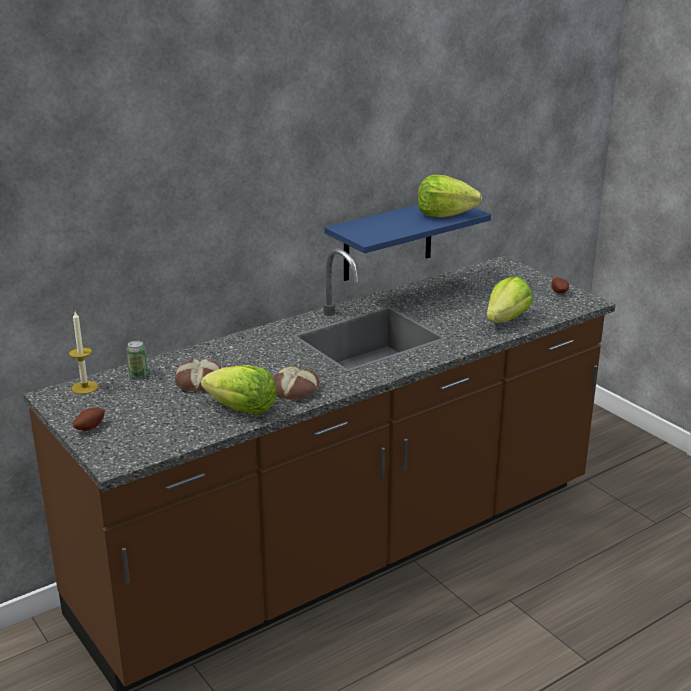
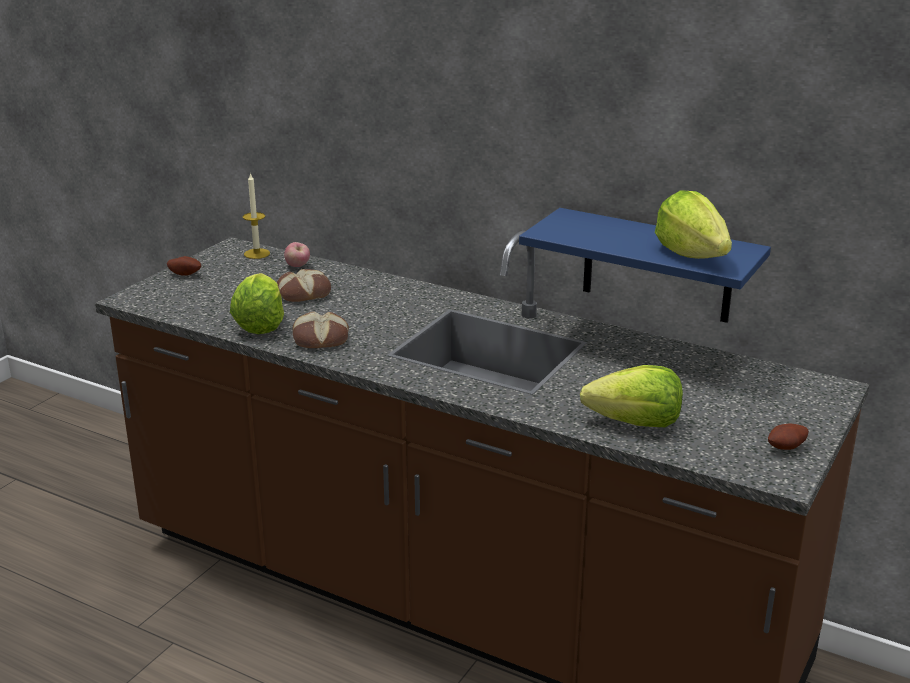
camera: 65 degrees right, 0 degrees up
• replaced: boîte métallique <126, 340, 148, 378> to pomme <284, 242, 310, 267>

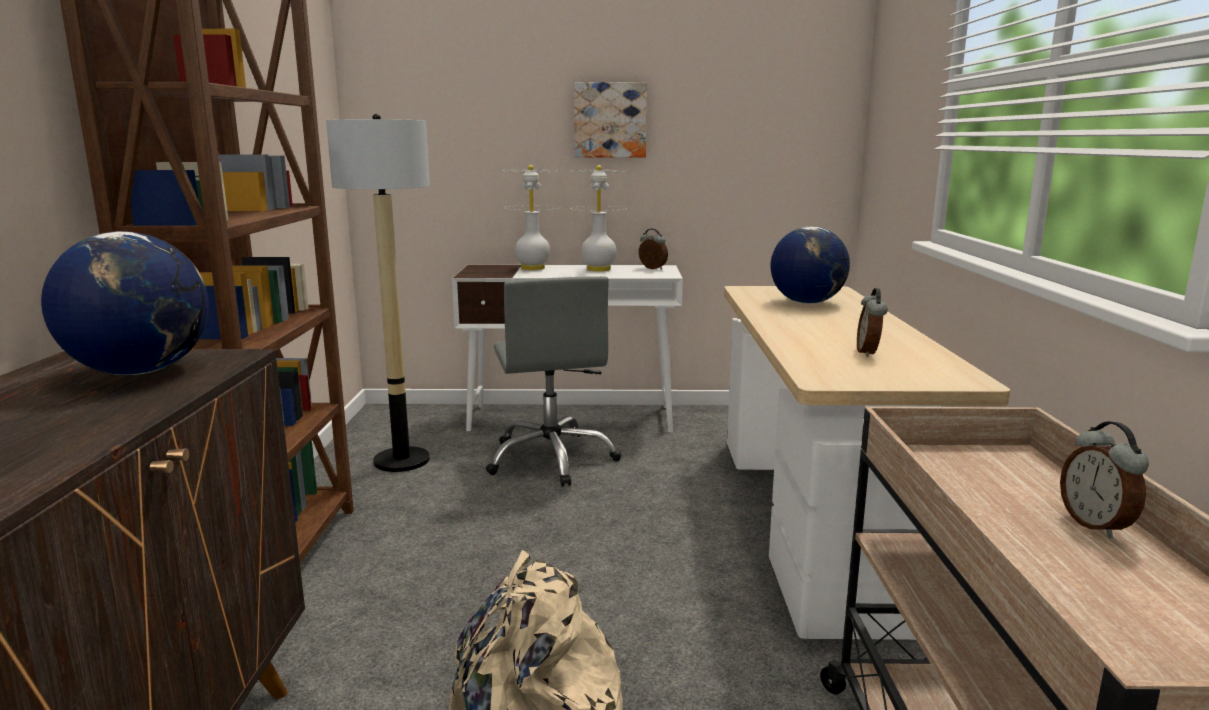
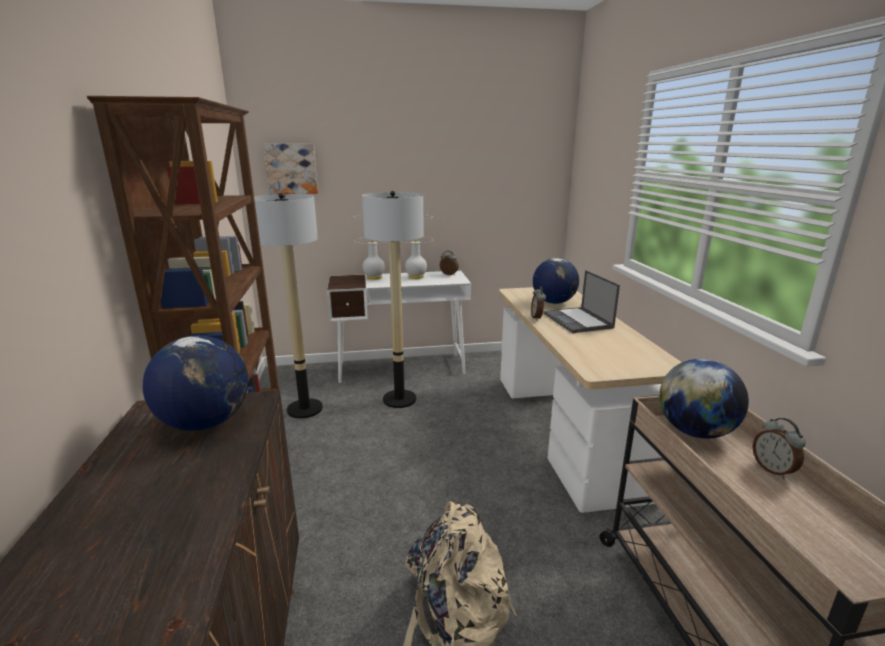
camera: 10 degrees left, 5 degrees up
• replaced: chaise de bureau/gris <486, 276, 621, 487> to lampadaire <362, 191, 424, 408>
• moved: tableau <574, 82, 647, 157> to <263, 144, 318, 194>
• moved: réveil <857, 288, 888, 357> to <531, 286, 546, 320>
• added: ordinateur portable <543, 270, 620, 333>
• added: globe <659, 359, 749, 439>

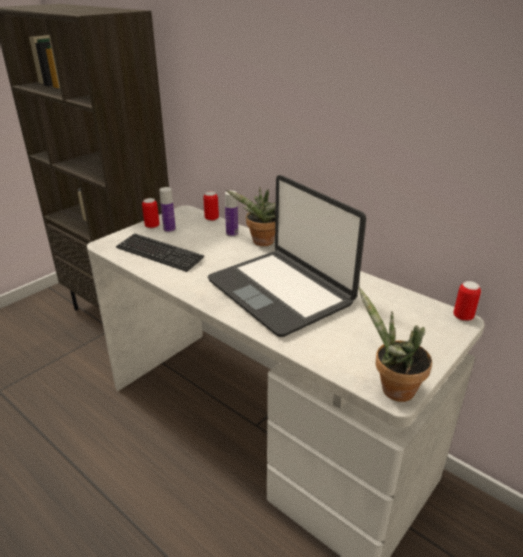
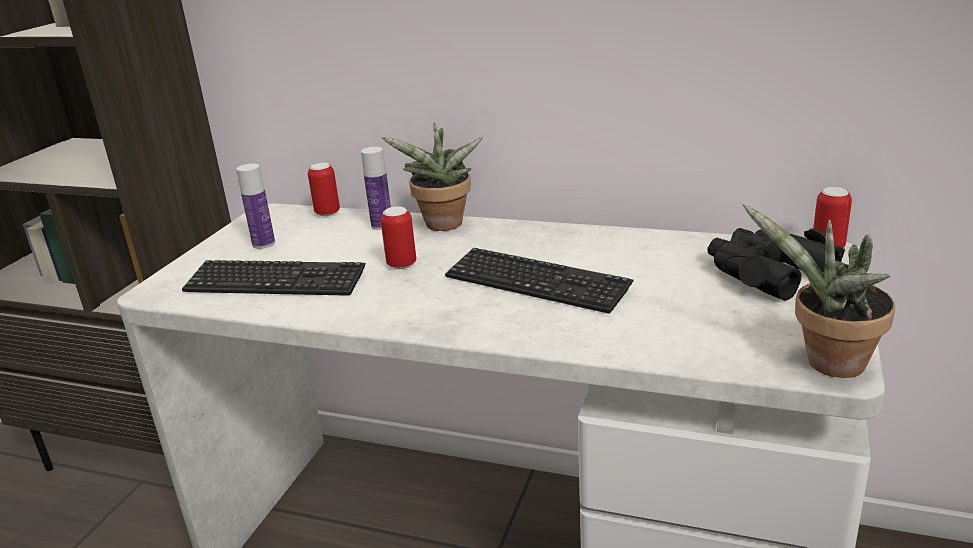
camera: 20 degrees left, 5 degrees down
• moved: boîte métallique <142, 198, 160, 229> to <380, 206, 416, 269>
• replaced: ordinateur portable <208, 175, 366, 337> to clavier <445, 248, 633, 314>
• added: jumelles/noir <708, 228, 845, 301>

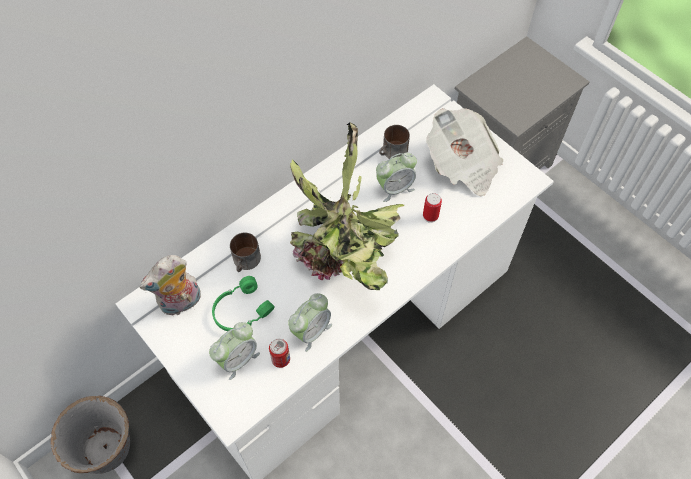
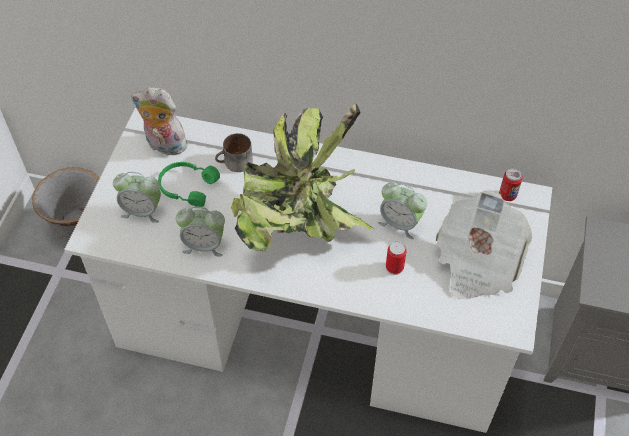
camera: 55 degrees right, 5 degrees down
• moved: boîte métallique <269, 339, 290, 368> to <499, 168, 523, 201>
• removed: mug <379, 125, 410, 159>

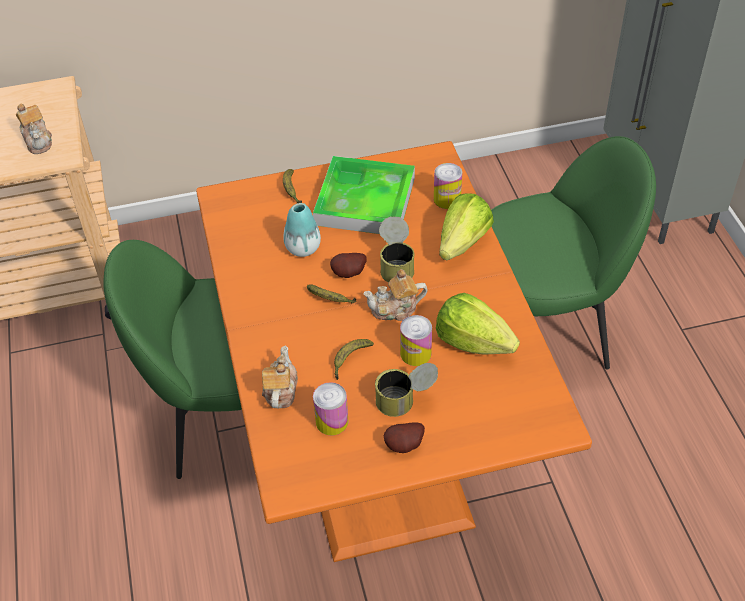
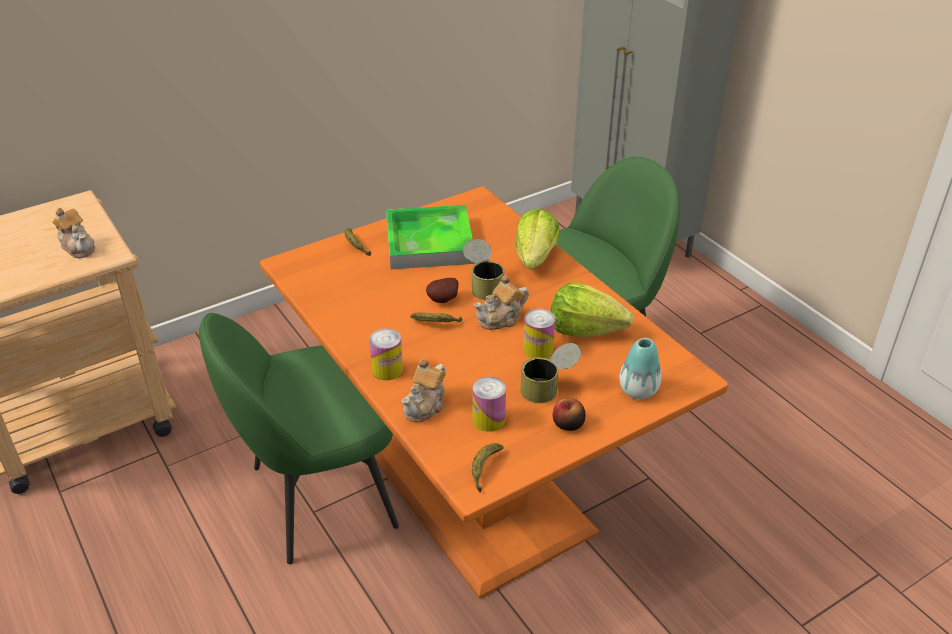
camera: 20 degrees left, 10 degrees down
• turned: théière <262, 345, 298, 409> = <402, 358, 446, 422> 135 degrees counterclockwise
• moved: vase <284, 203, 321, 257> to <619, 338, 661, 399>
• moved: banane <334, 339, 374, 380> to <472, 443, 504, 492>
• replaced: pomme de terre <384, 422, 425, 453> to pomme <553, 398, 586, 431>
• moved: boîte métallique <434, 163, 462, 209> to <369, 328, 403, 380>

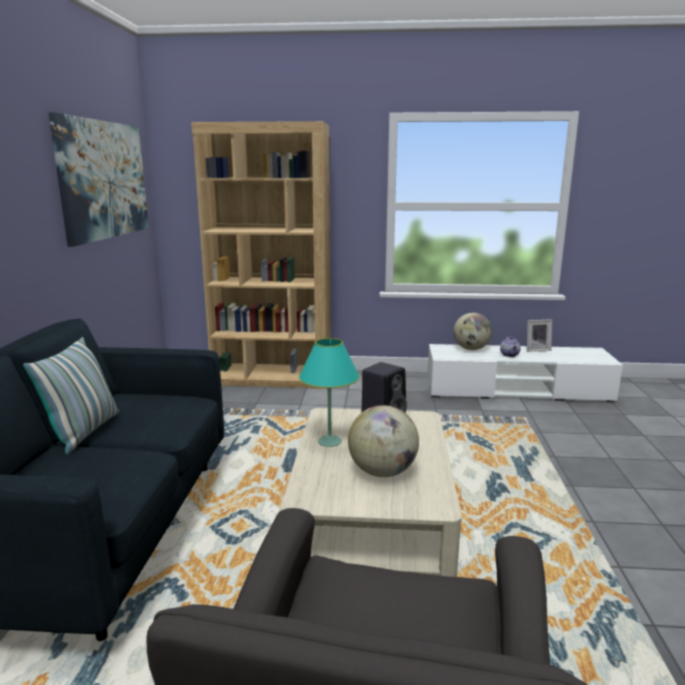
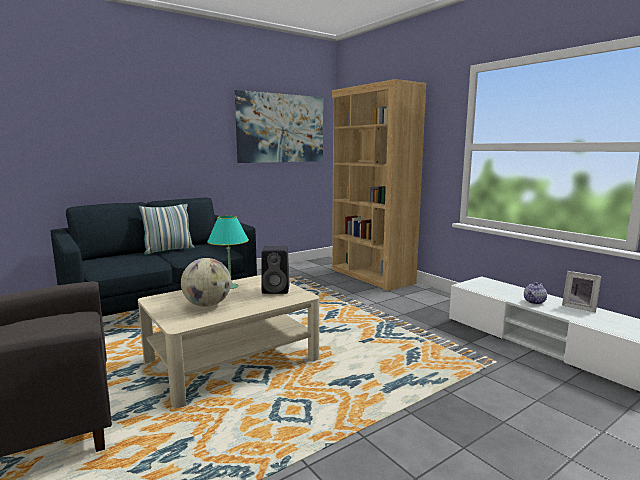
camera: 50 degrees right, 5 degrees down
• removed: globe <453, 313, 492, 350>

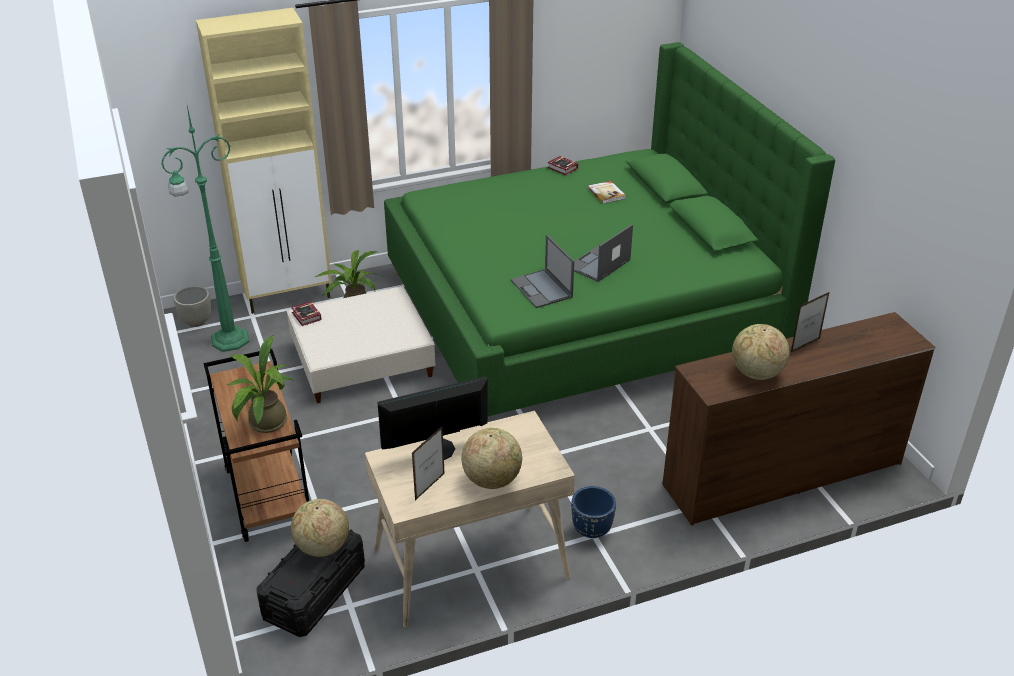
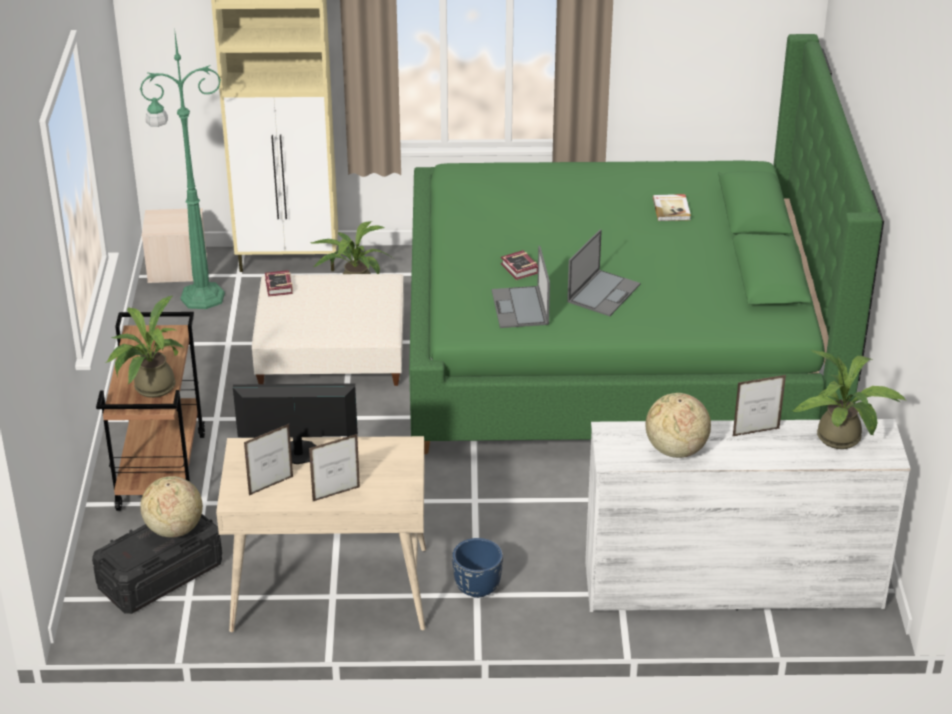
camera: 20 degrees right, 0 degrees up
• replaced: cache-pot/gris <173, 286, 211, 327> to boîte de rangement/beige <142, 208, 207, 283>
• replaced: globe <461, 428, 522, 489> to cadre photo <309, 434, 360, 501>
• moved: livre <548, 156, 578, 175> to <501, 250, 538, 280>
• turned: ordinateur portable <574, 224, 633, 282> = <567, 229, 640, 316> 150 degrees clockwise
• recoloured: commode/marron <662, 312, 935, 526> to commode/blanc <585, 419, 911, 612>
• added: plante en pot <791, 349, 906, 449>

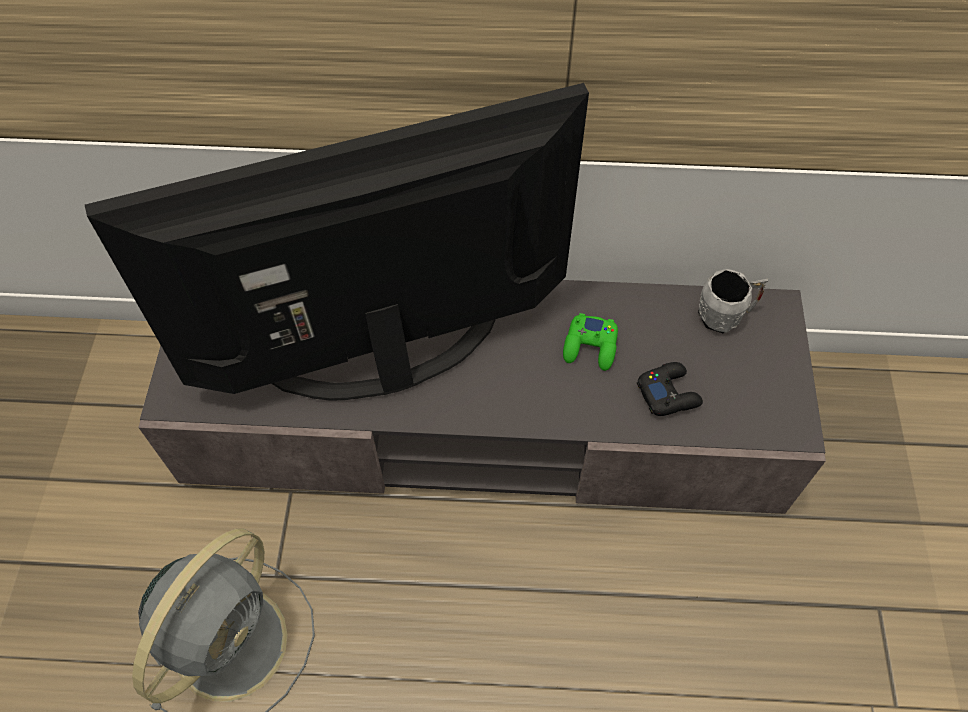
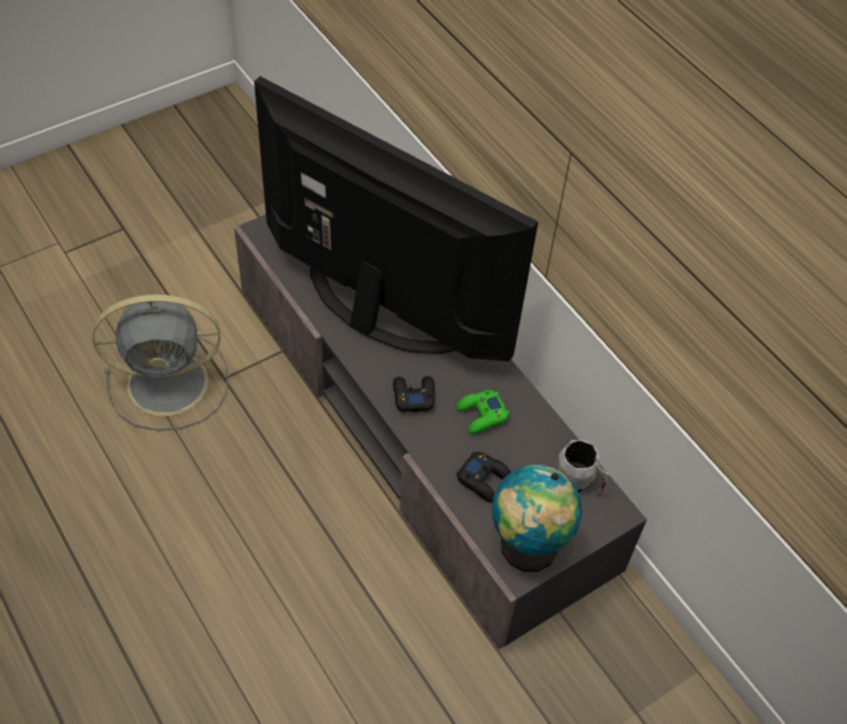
camera: 50 degrees right, 5 degrees down
• added: manette/noir <393, 376, 435, 412>
• added: globe <492, 464, 582, 572>

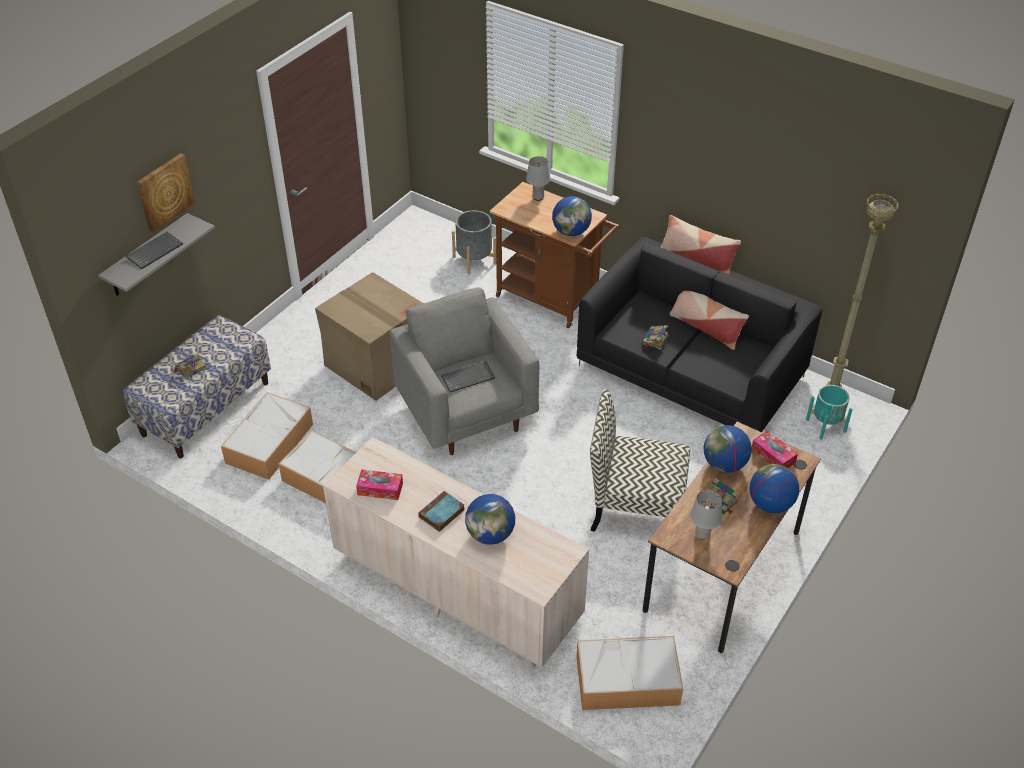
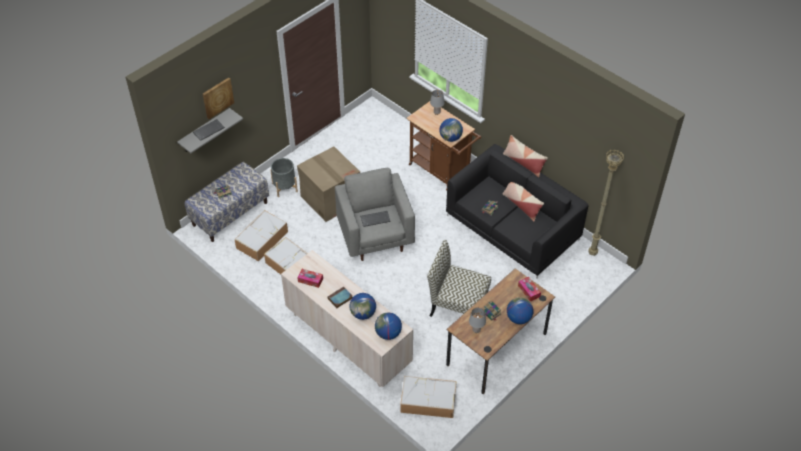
camera: 10 degrees right, 5 degrees up
• moved: cache-pot/gris <452, 210, 496, 274> to <270, 158, 298, 197>
• moved: globe <704, 425, 752, 473> to <375, 313, 402, 340>
• removed: cache-pot/turquoise <806, 385, 853, 439>

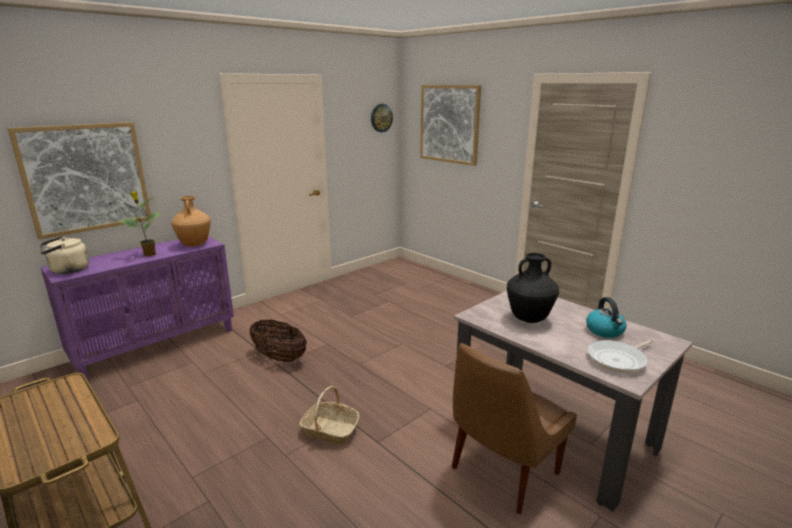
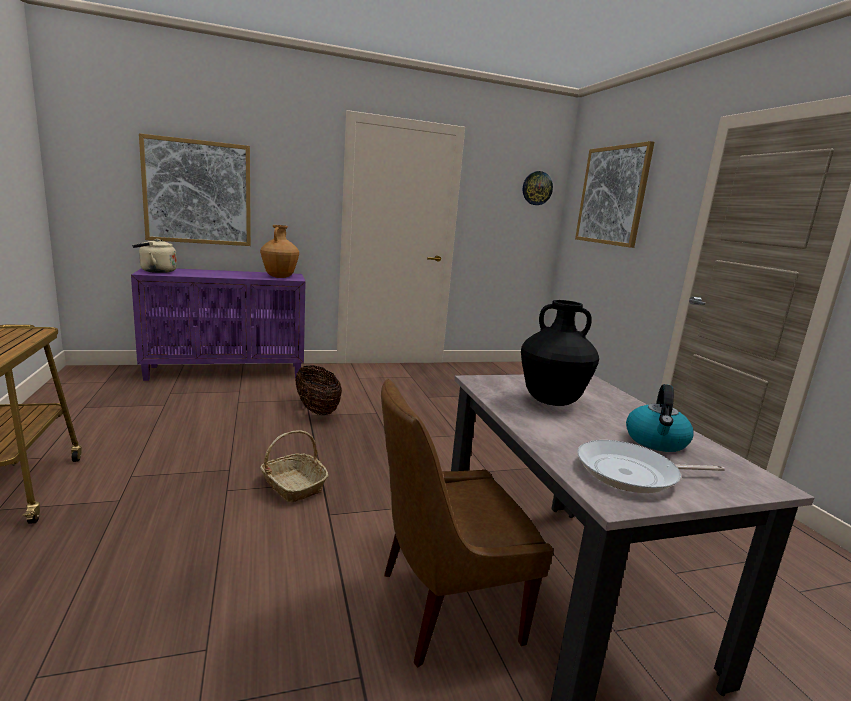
camera: 25 degrees right, 5 degrees down
• removed: plante en pot <119, 191, 163, 256>

